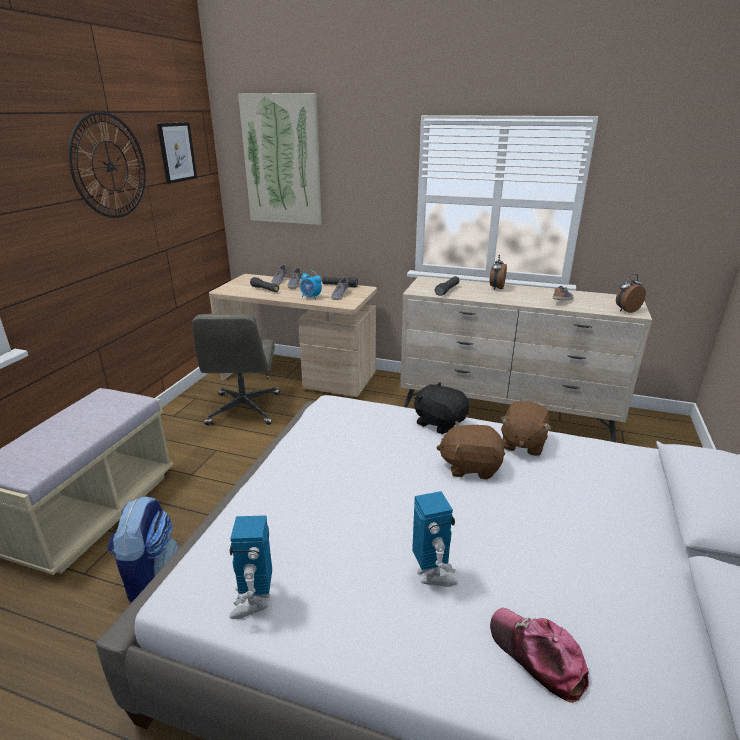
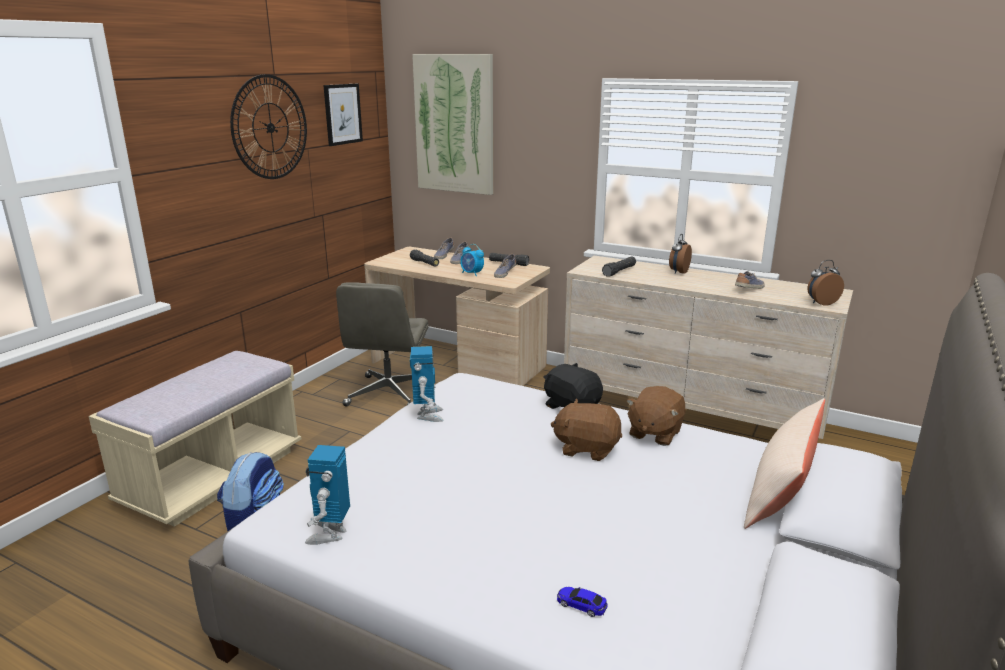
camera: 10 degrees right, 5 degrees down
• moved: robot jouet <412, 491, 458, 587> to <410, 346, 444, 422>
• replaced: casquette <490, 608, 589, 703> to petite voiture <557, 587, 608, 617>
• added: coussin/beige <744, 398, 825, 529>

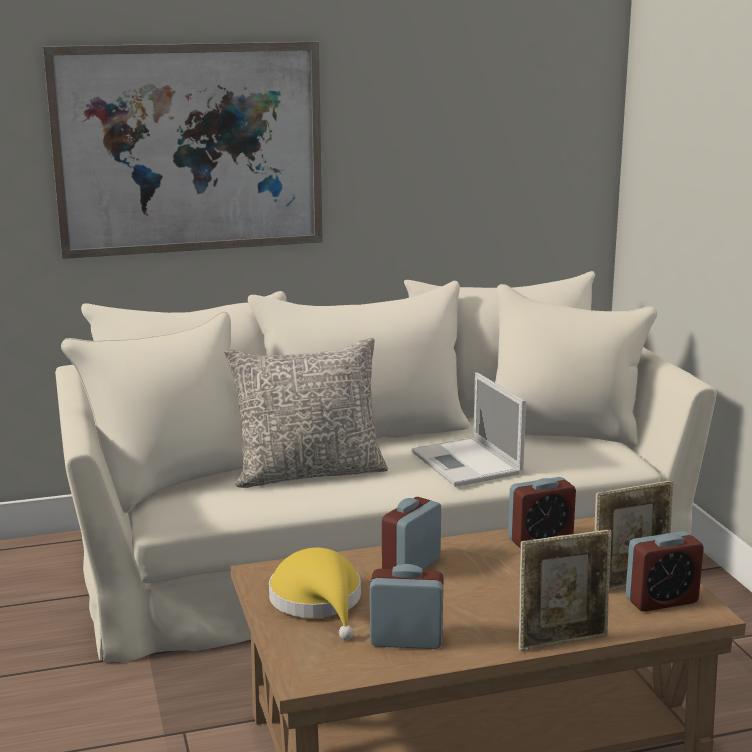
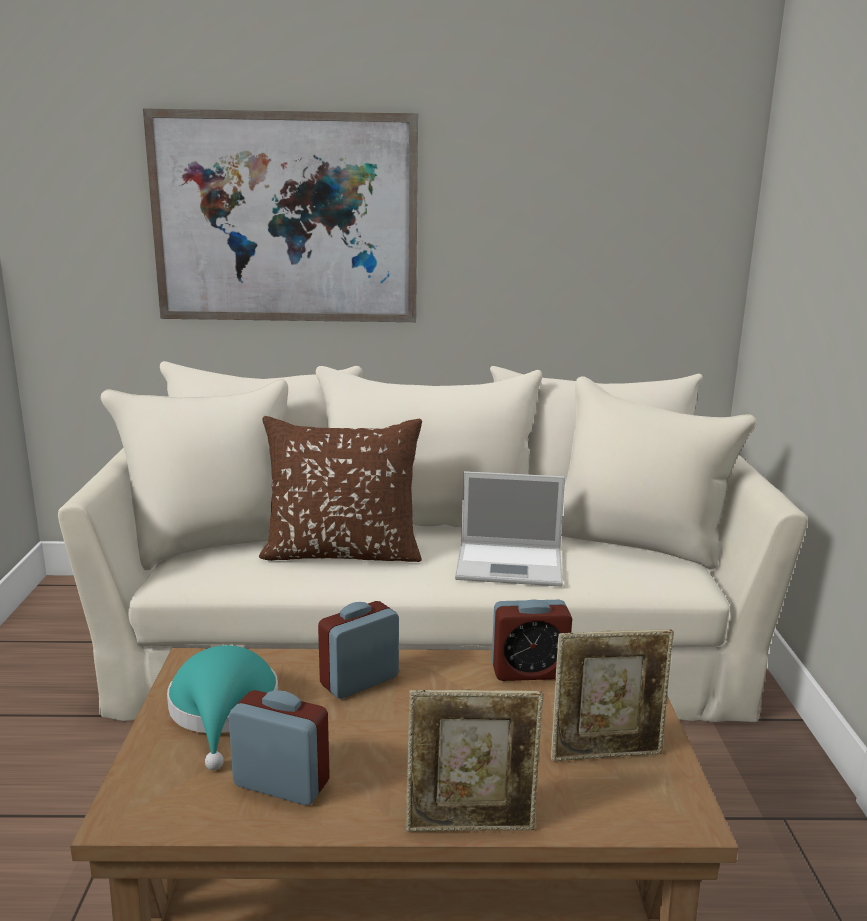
camera: 15 degrees right, 0 degrees up
• recoloured: coussin/gris <224, 338, 388, 488> to coussin/marron <259, 416, 422, 562>
• recoloured: chapeau/jaune <269, 548, 361, 640> to chapeau/turquoise <167, 645, 278, 770>
• turned: ordinateur portable <411, 372, 526, 487> = <455, 471, 565, 587> 75 degrees counterclockwise
• removed: réveil <625, 531, 704, 612>

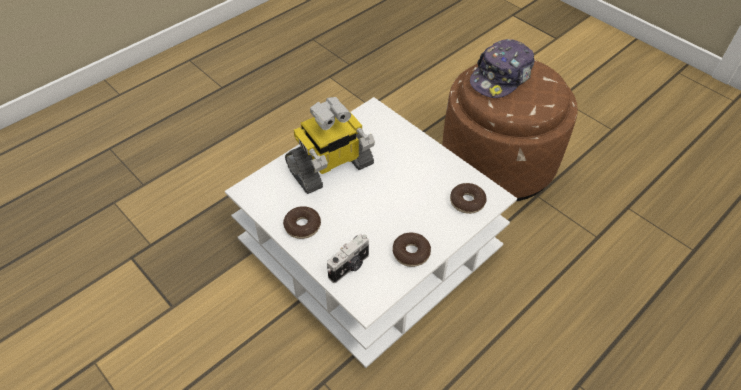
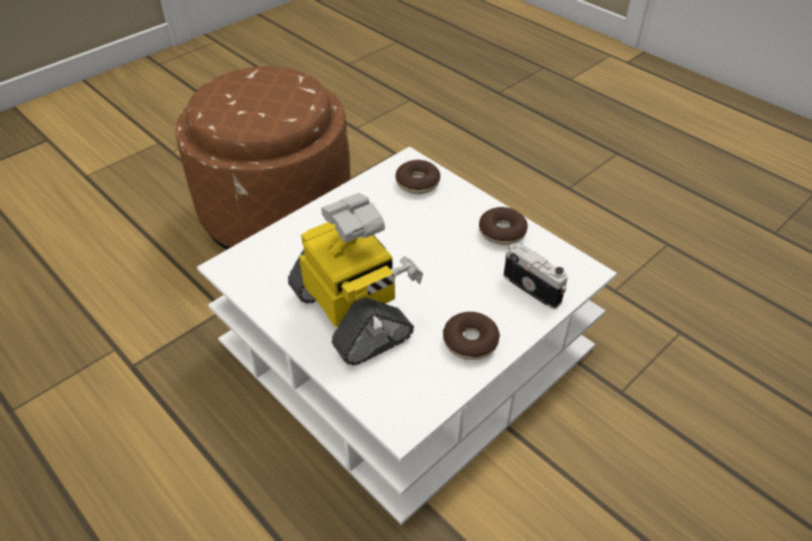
camera: 90 degrees left, 5 degrees down
• removed: casquette <470, 39, 535, 98>

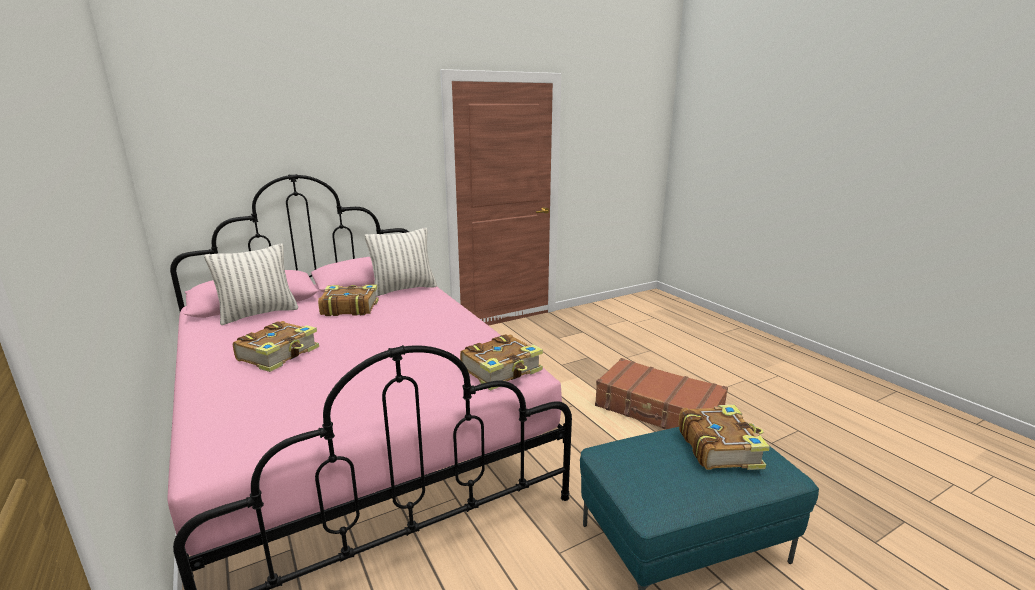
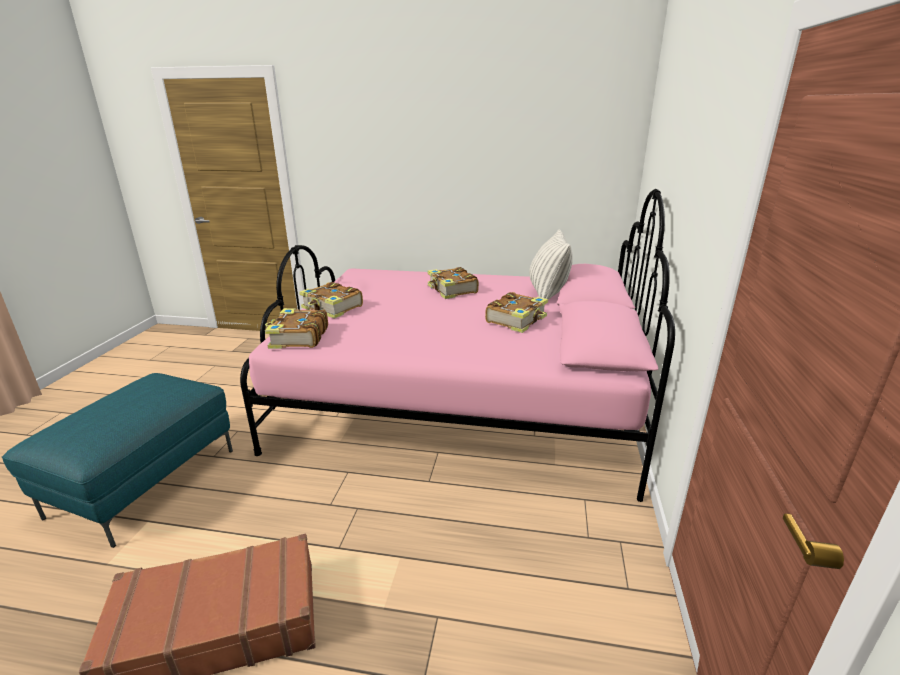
camera: 130 degrees right, 5 degrees up
• removed: coussin <365, 228, 437, 297>
• moved: livre <679, 405, 770, 470> to <299, 282, 363, 319>

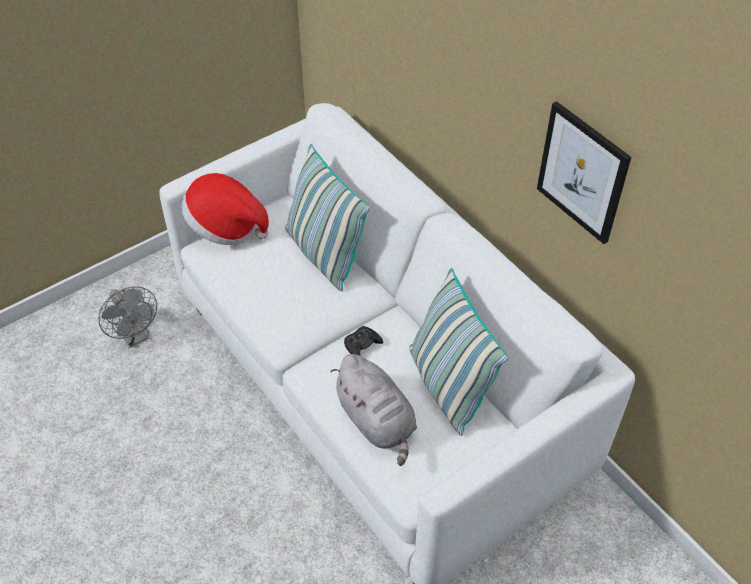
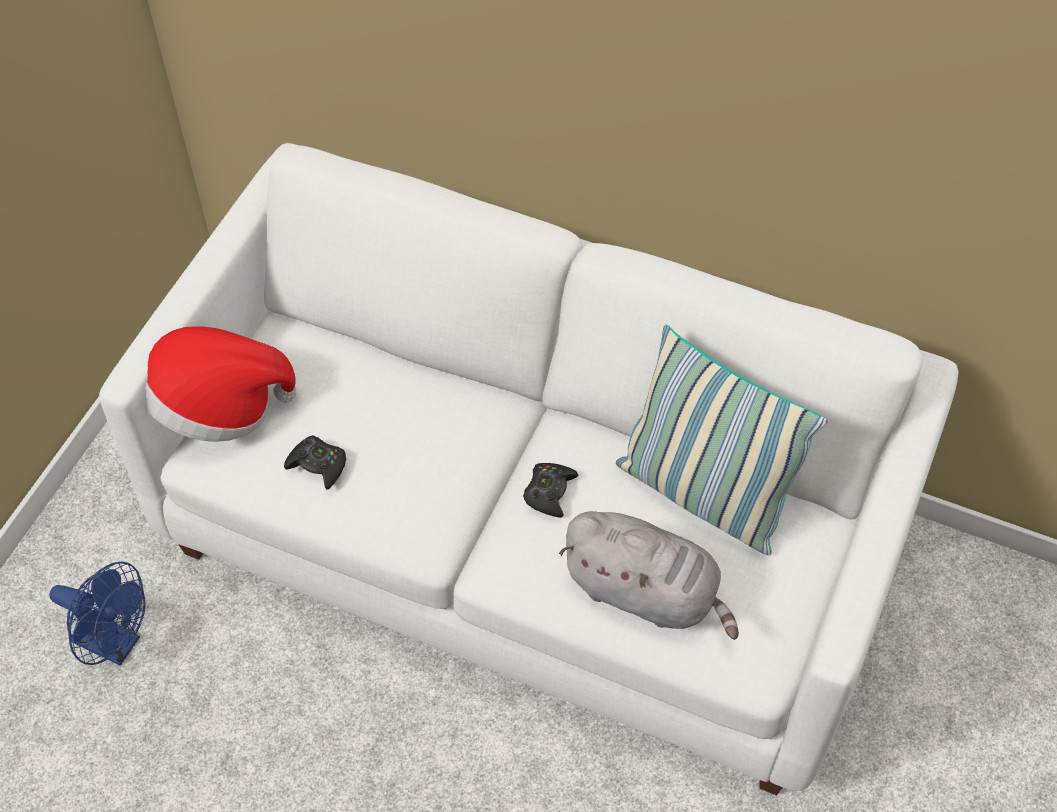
camera: 30 degrees left, 5 degrees up
• recoloured: ventilateur/gris <98, 286, 157, 348> to ventilateur/bleu <49, 561, 146, 666>
• removed: coussin <285, 144, 370, 291>
• removed: tableau <537, 101, 631, 244>
• added: manette/noir <284, 435, 346, 490>

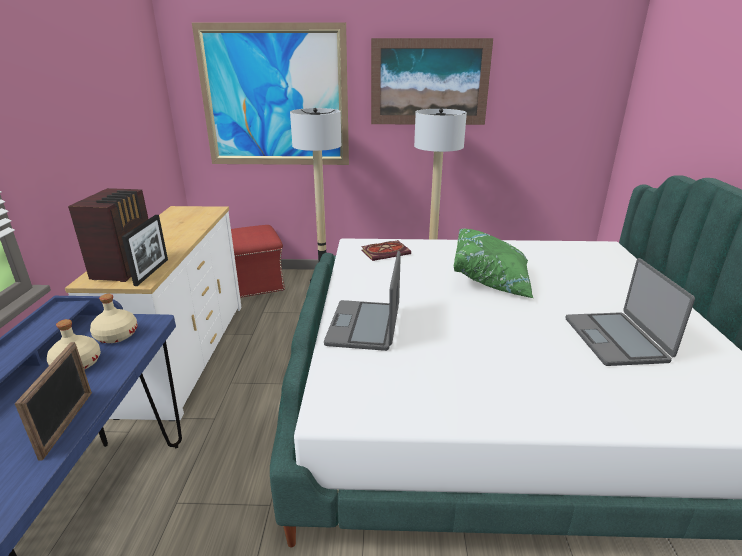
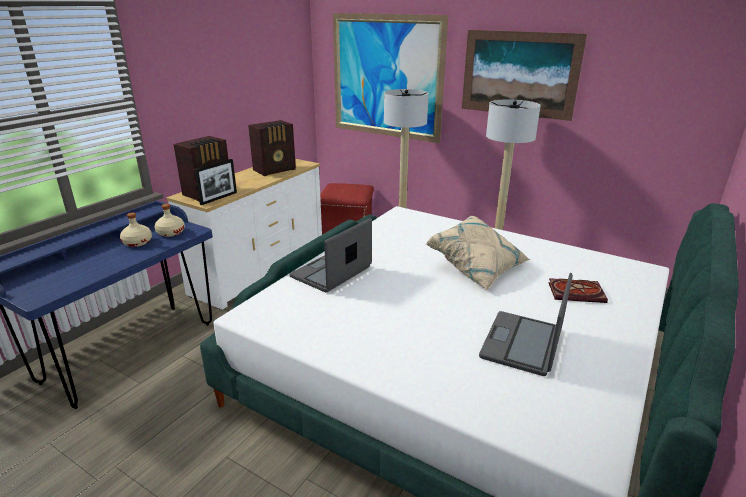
camera: 30 degrees right, 0 degrees up
• removed: cadre photo <15, 342, 92, 461>
• moved: livre <361, 240, 411, 261> to <548, 278, 608, 303>
• recoloured: coussin/vert <453, 229, 534, 299> to coussin/beige <426, 216, 530, 290>
• added: radio <248, 120, 296, 176>

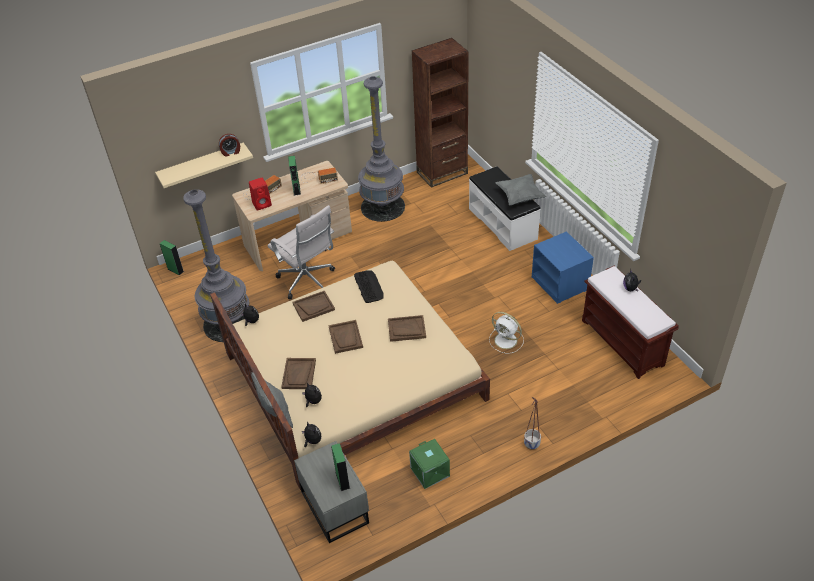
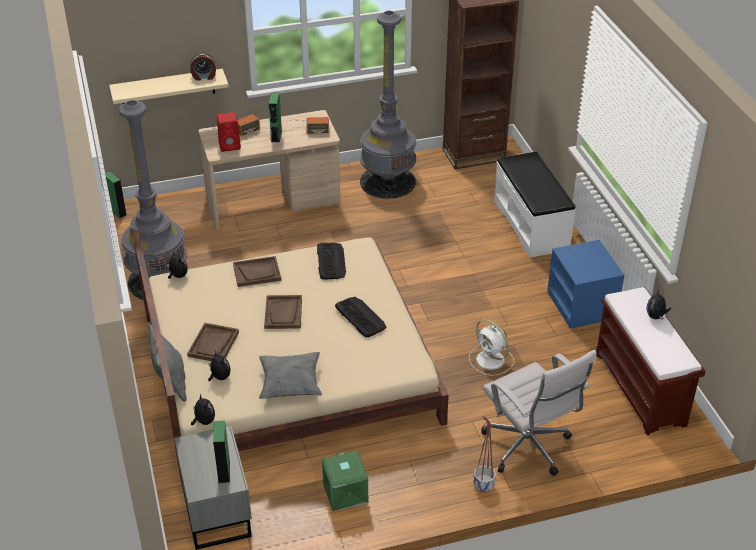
camera: 10 degrees right, 5 degrees down
• moved: chaise de bureau/blanc <268, 205, 335, 299> to <481, 350, 597, 476>
• replaced: plateau/marron <388, 315, 426, 342> to clavier <335, 297, 386, 337>
• moved: coussin/gris <495, 174, 547, 206> to <259, 352, 322, 399>

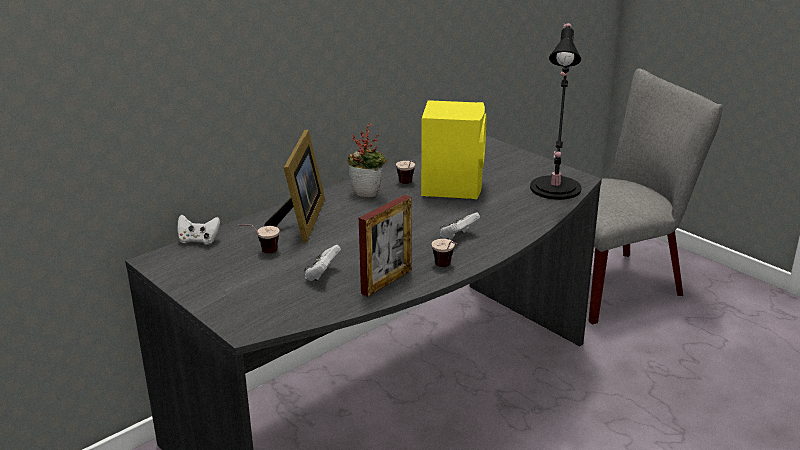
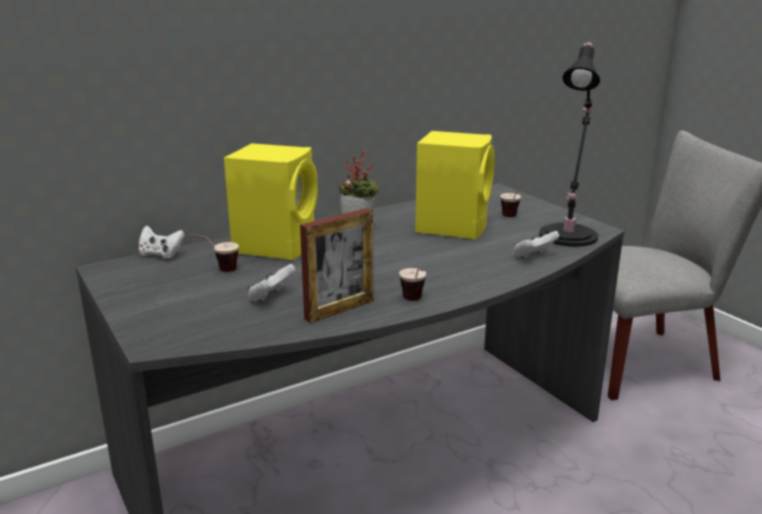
camera: 10 degrees right, 5 degrees down
• replaced: cadre photo <264, 130, 325, 243> to enceinte/jaune <224, 143, 318, 260>
• moved: tasse <396, 161, 415, 184> to <500, 190, 522, 217>
• moved: manette/blanc <440, 213, 480, 240> to <513, 231, 559, 259>

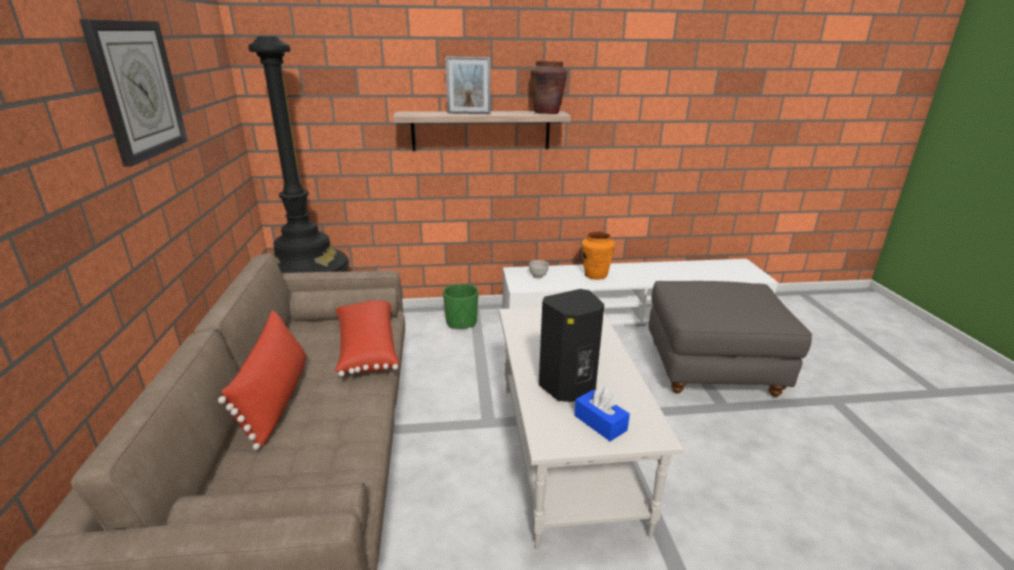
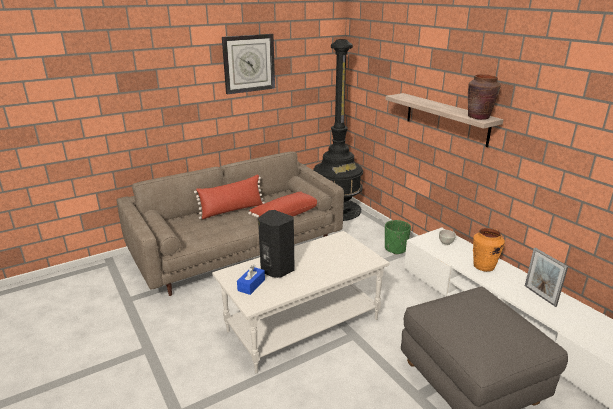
camera: 65 degrees right, 0 degrees up
• moved: cadre photo <445, 57, 491, 114> to <525, 248, 568, 307>

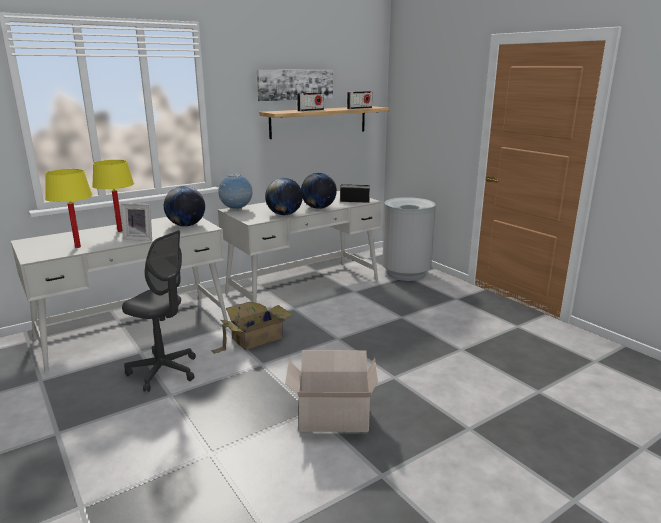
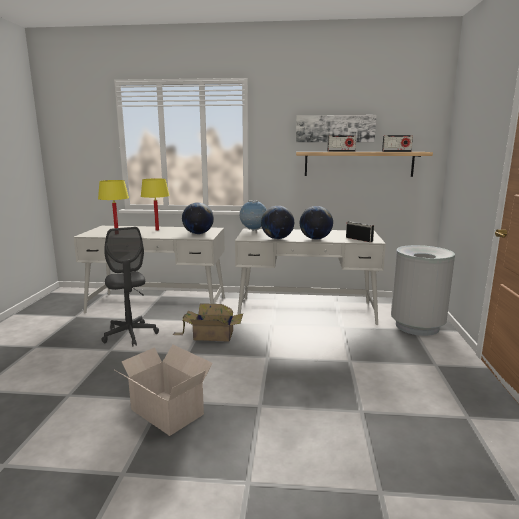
camera: 40 degrees right, 5 degrees down
• removed: cadre photo <121, 203, 152, 241>

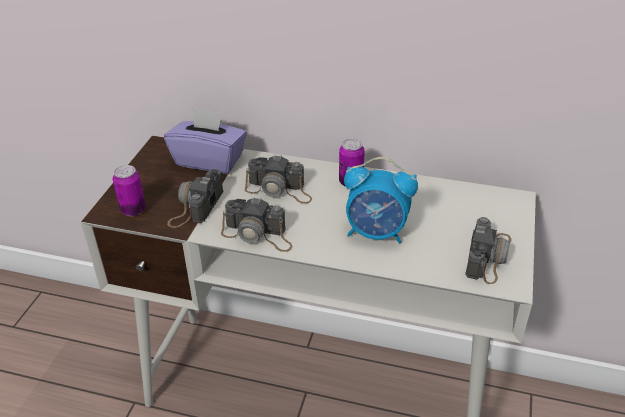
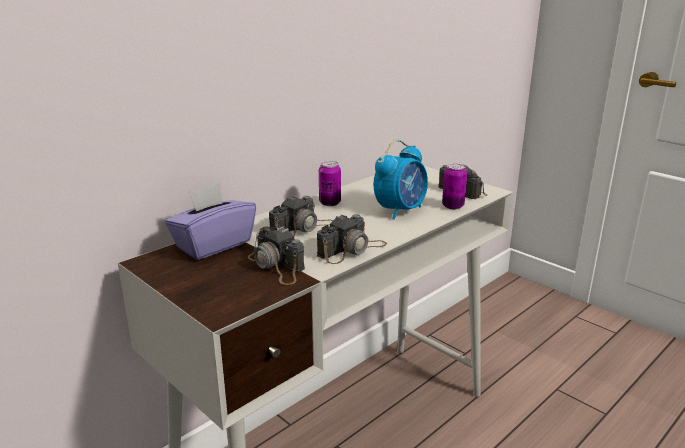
camera: 60 degrees left, 15 degrees down
• moved: boîte métallique <113, 165, 146, 216> to <442, 163, 467, 209>

